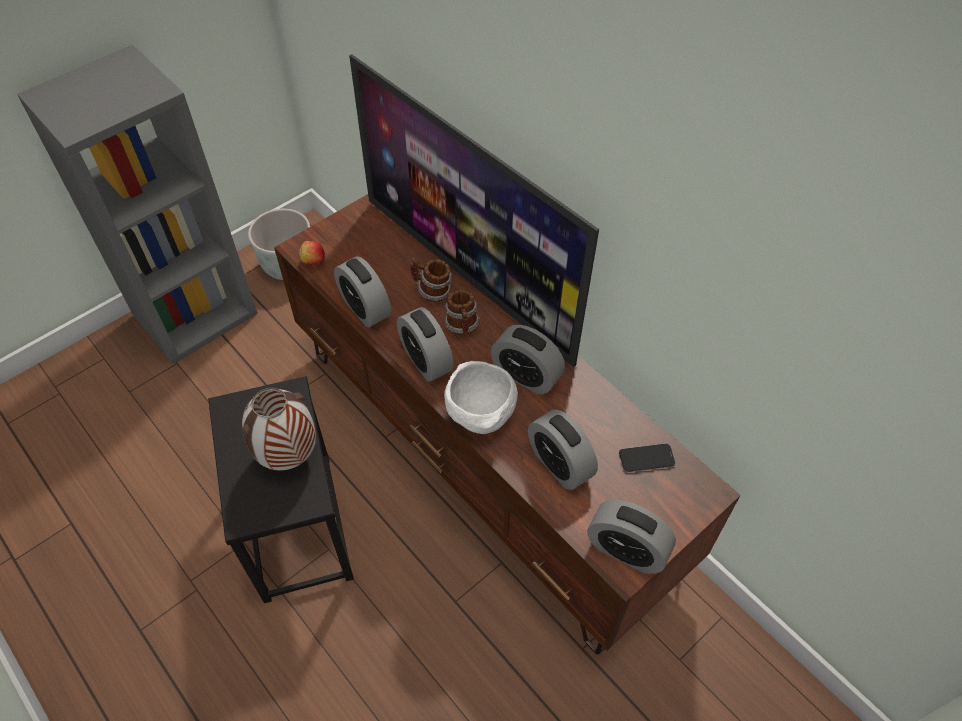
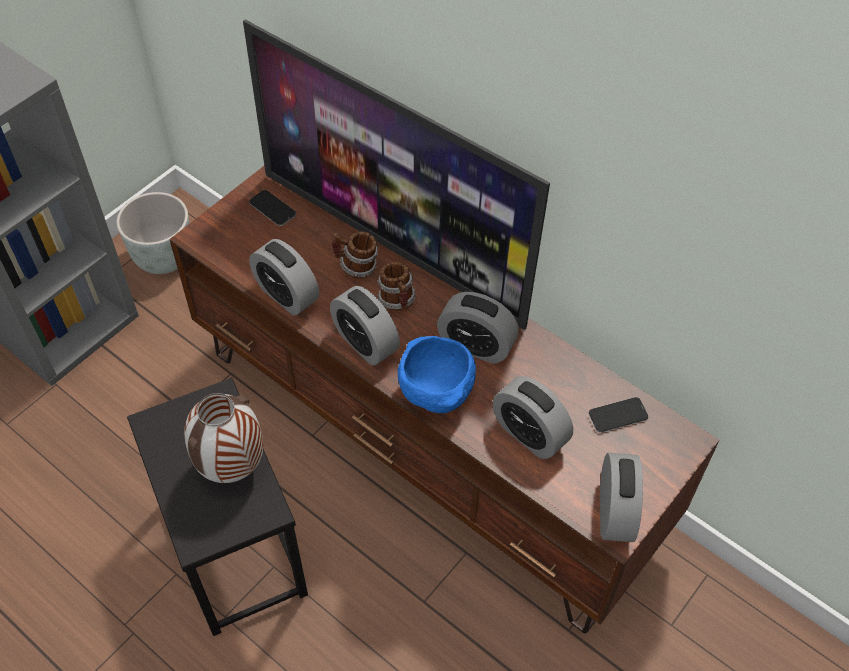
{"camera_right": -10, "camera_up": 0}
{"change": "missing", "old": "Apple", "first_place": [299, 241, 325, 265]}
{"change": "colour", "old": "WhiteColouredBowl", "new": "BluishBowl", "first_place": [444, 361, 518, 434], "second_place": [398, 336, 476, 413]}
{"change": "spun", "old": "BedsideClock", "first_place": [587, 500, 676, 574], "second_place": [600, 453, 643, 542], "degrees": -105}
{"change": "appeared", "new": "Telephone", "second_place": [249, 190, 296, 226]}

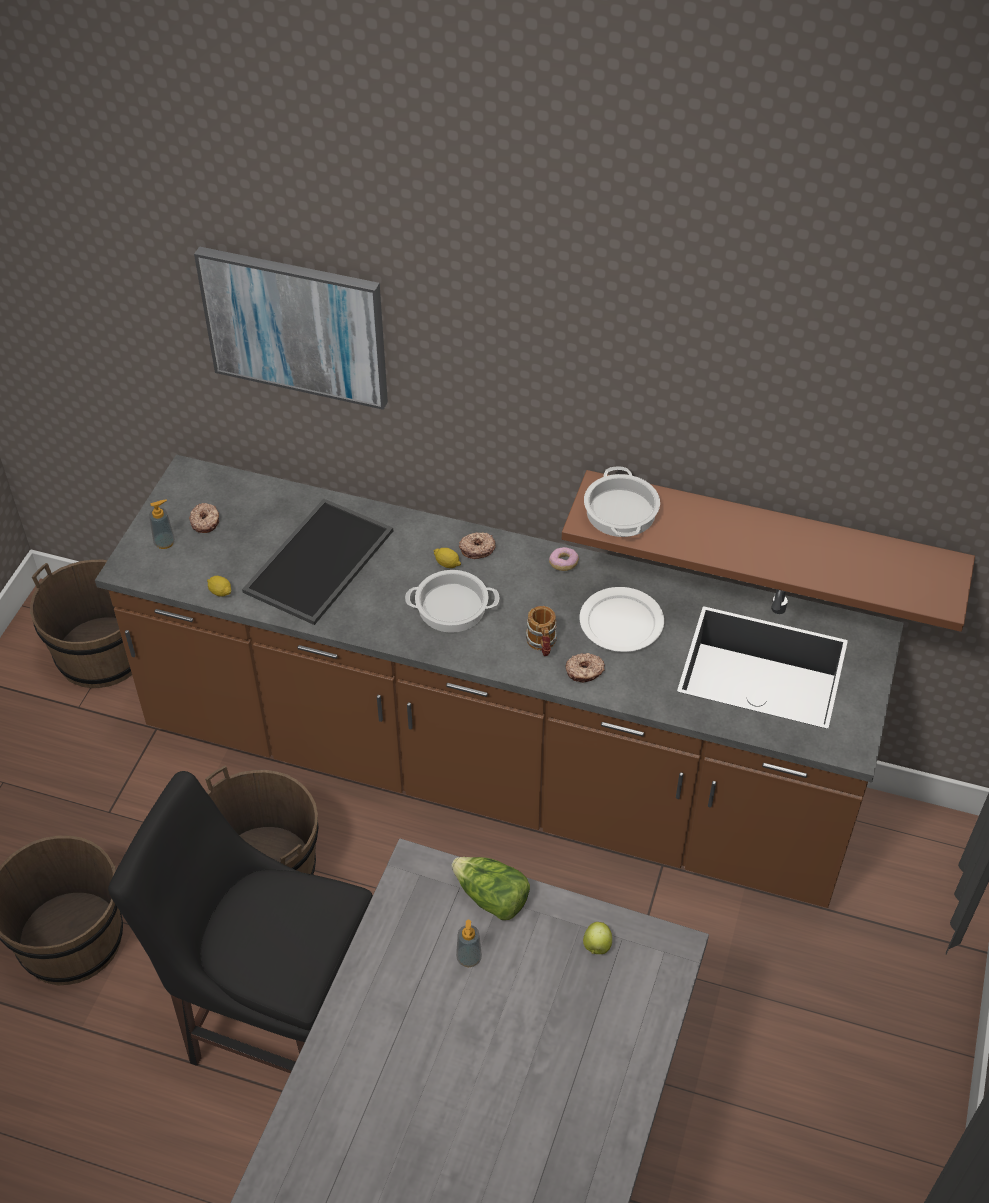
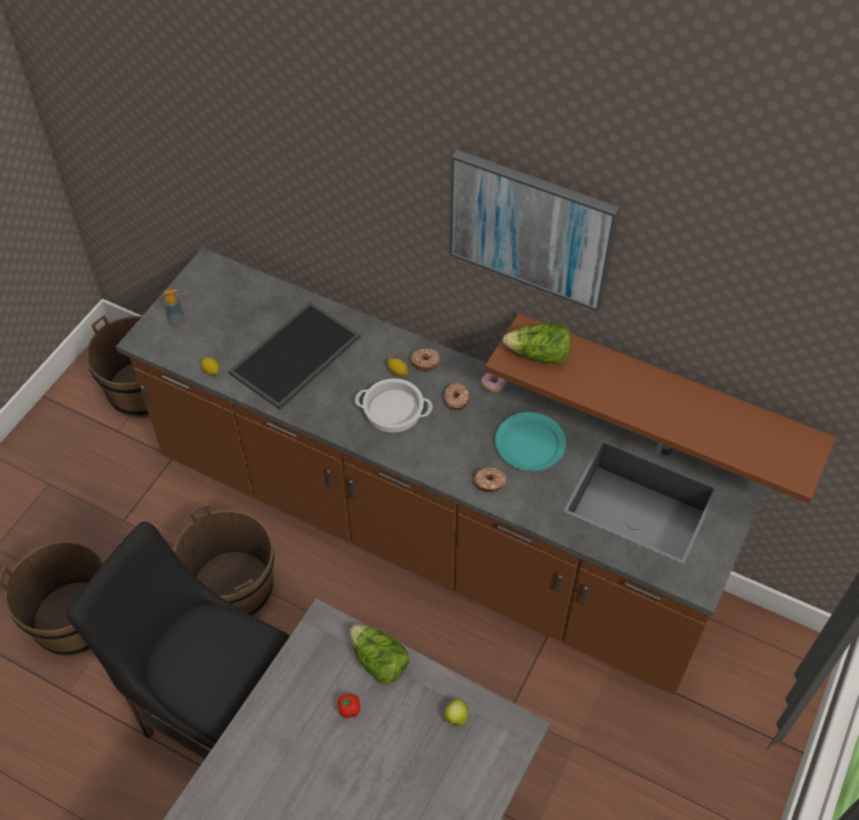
{"camera_right": 10, "camera_up": 5}
{"change": "relocated", "old": "Donut", "first_place": [189, 503, 219, 533], "second_place": [443, 382, 469, 410]}
{"change": "relocated", "old": "WallPicture", "first_place": [194, 246, 388, 410], "second_place": [450, 150, 620, 312]}
{"change": "exchanged", "old": "SoapBottle", "new": "Apple", "first_place": [456, 920, 482, 967], "second_place": [338, 693, 360, 718]}
{"change": "missing", "old": "Mug", "first_place": [526, 606, 557, 656]}
{"change": "colour", "old": "WhiteColouredDinnerPlate", "new": "BlueGreenDinnerPlate", "first_place": [579, 587, 664, 652], "second_place": [495, 412, 566, 471]}
{"change": "exchanged", "old": "Stockpot", "new": "LettuceHead", "first_place": [584, 466, 660, 537], "second_place": [502, 323, 571, 364]}

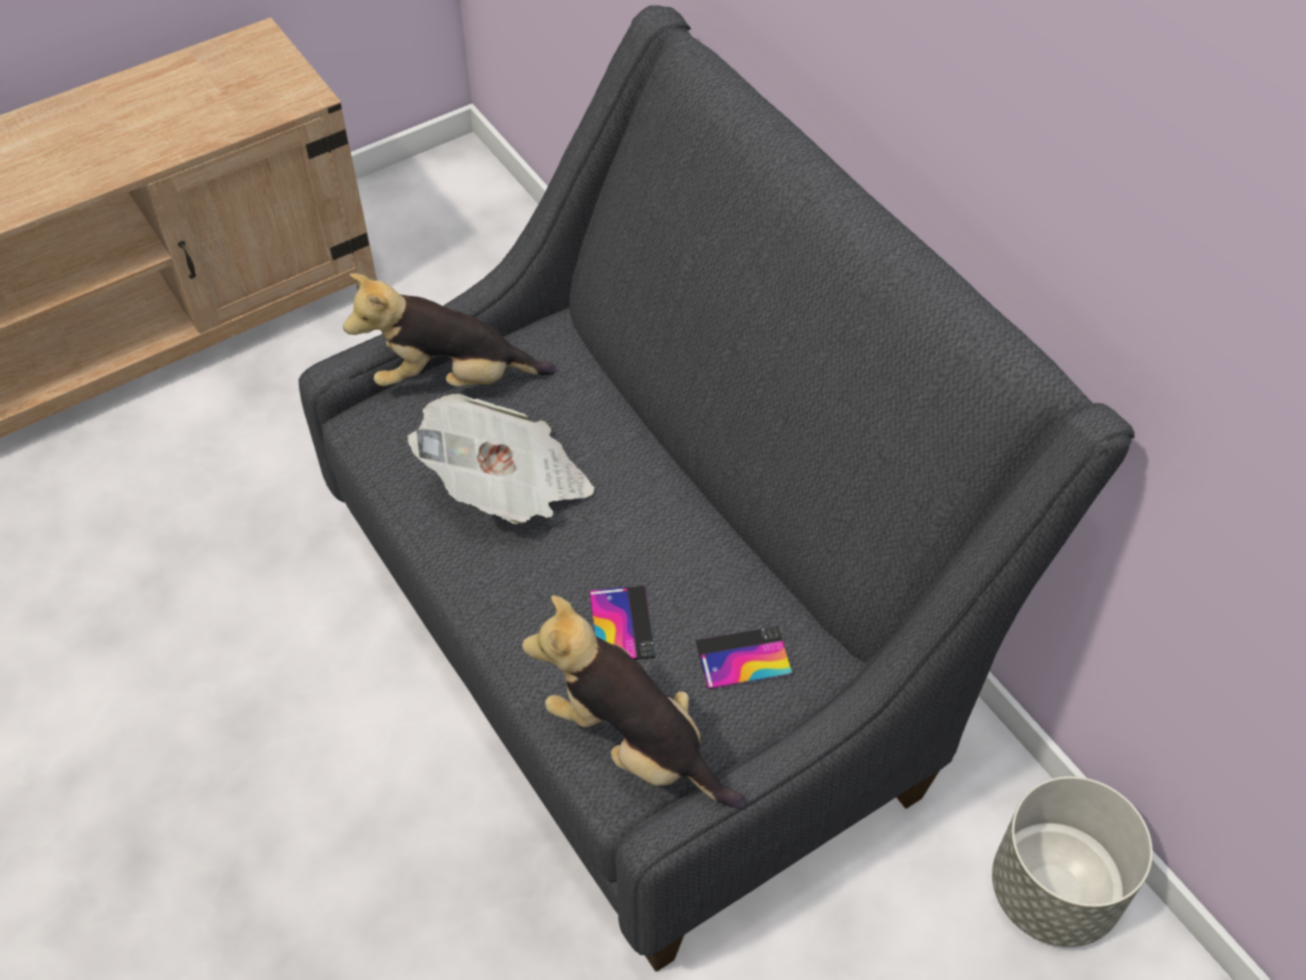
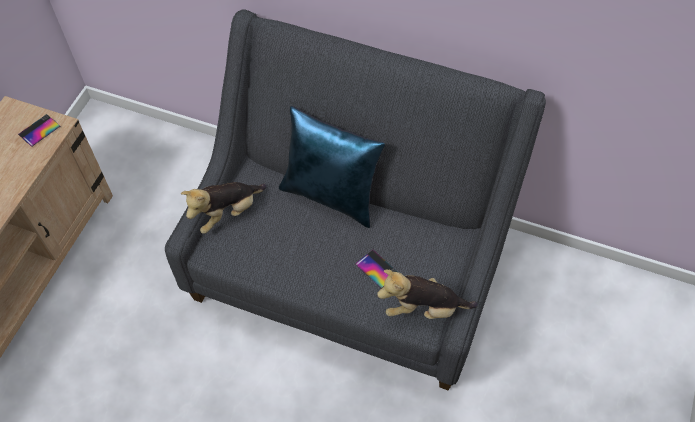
{"camera_right": -35, "camera_up": 5}
{"change": "missing", "old": "PrintedPaper", "first_place": [407, 394, 594, 524]}
{"change": "relocated", "old": "Telephone", "first_place": [695, 626, 792, 689], "second_place": [18, 114, 60, 147]}
{"change": "missing", "old": "GrayPlantPot", "first_place": [992, 776, 1153, 947]}
{"change": "appeared", "new": "BluishCushion", "second_place": [279, 106, 385, 228]}

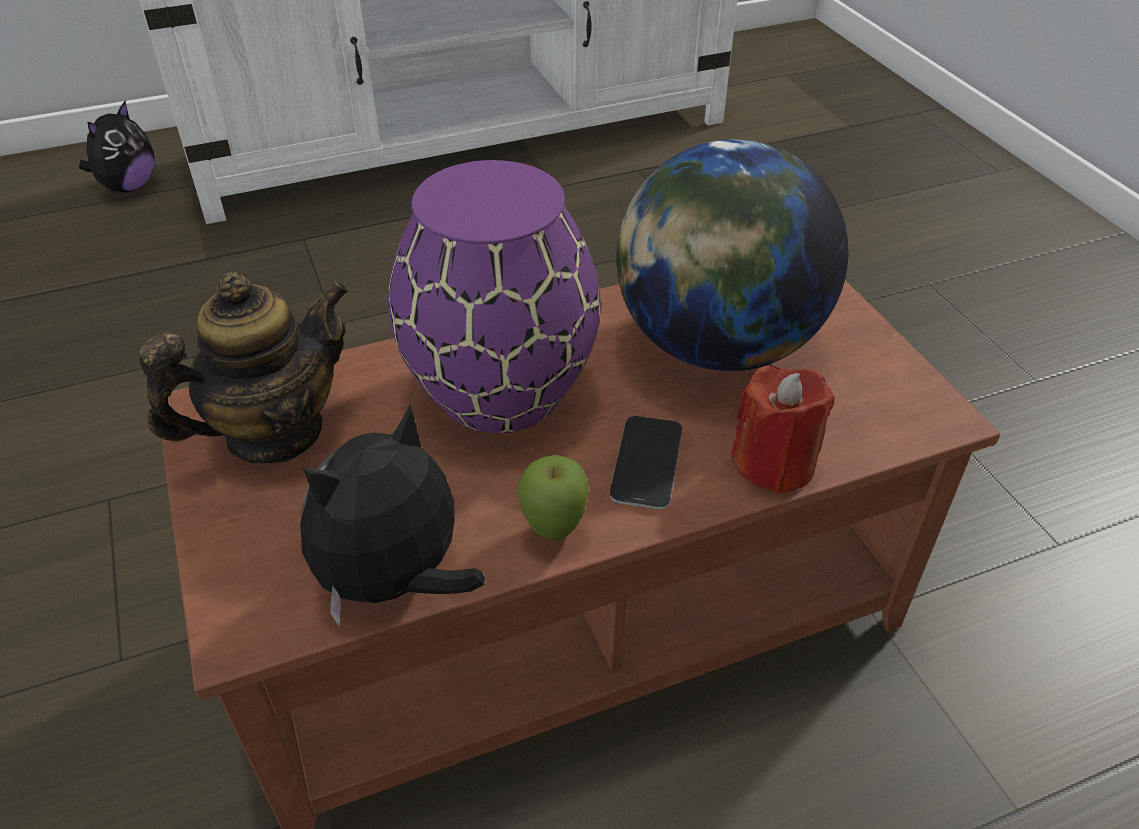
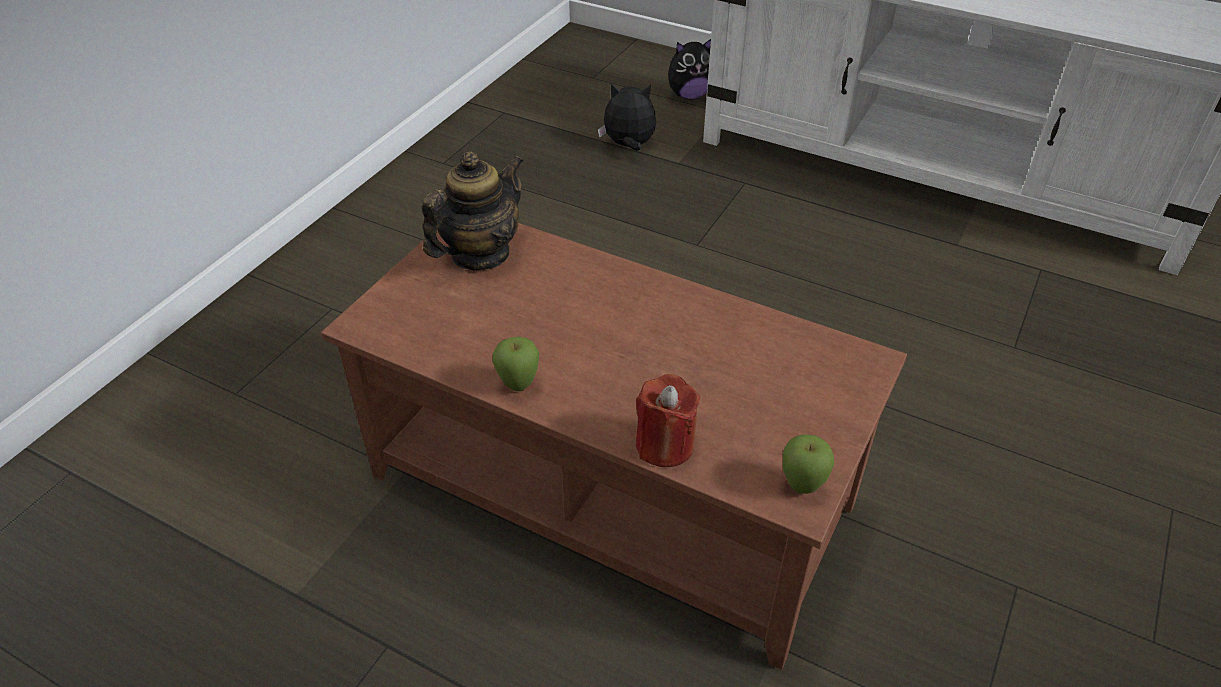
{"camera_right": 50, "camera_up": 0}
{"change": "spun", "old": "TeaPot", "first_place": [139, 272, 349, 463], "second_place": [422, 151, 524, 270], "degrees": -60}
{"change": "relocated", "old": "CuddlyToy", "first_place": [300, 404, 485, 627], "second_place": [598, 83, 656, 151]}
{"change": "missing", "old": "PurpleColouredFlowerVase", "first_place": [388, 160, 601, 433]}
{"change": "missing", "old": "Telephone", "first_place": [610, 416, 682, 510]}
{"change": "missing", "old": "WorldGlobe", "first_place": [616, 139, 848, 371]}
{"change": "appeared", "new": "Apple", "second_place": [783, 434, 834, 494]}

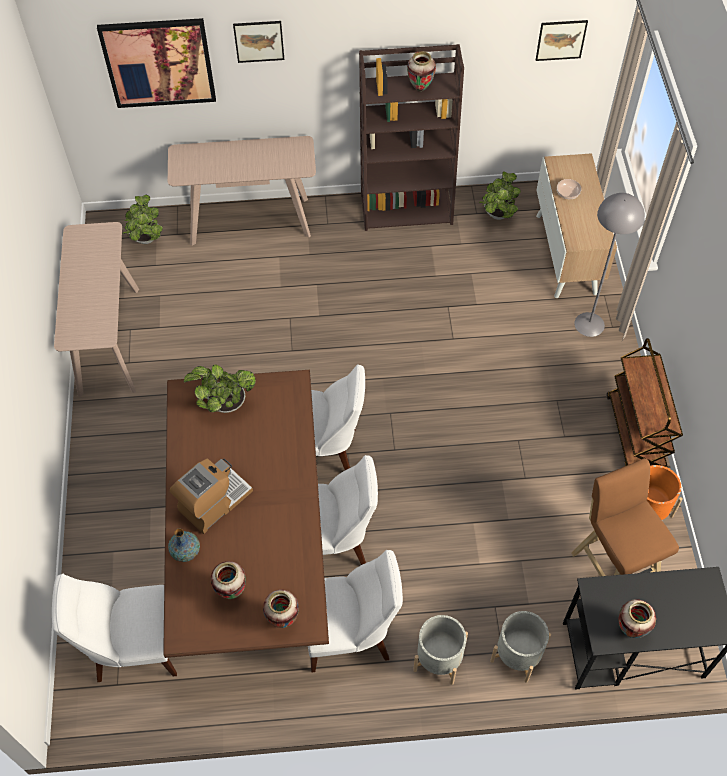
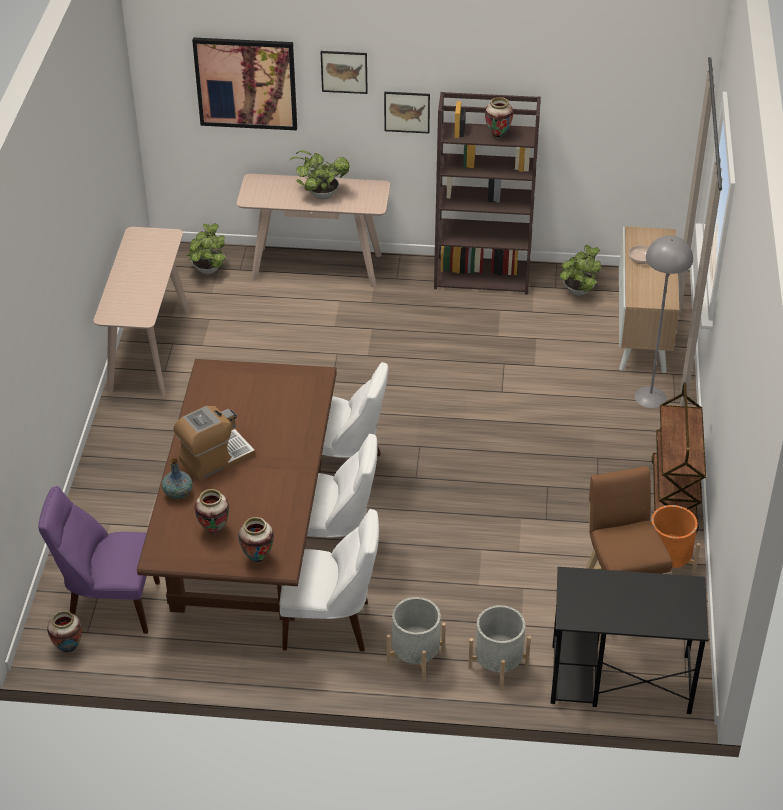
{"camera_right": 10, "camera_up": -15}
{"change": "colour", "old": "WhiteColouredUprightChair", "new": "PurpleColouredUprightChair", "first_place": [52, 574, 177, 682], "second_place": [38, 486, 160, 634]}
{"change": "relocated", "old": "Houseplant", "first_place": [184, 365, 256, 413], "second_place": [289, 150, 350, 200]}
{"change": "relocated", "old": "WallPicture", "first_place": [536, 20, 588, 61], "second_place": [384, 92, 430, 133]}
{"change": "relocated", "old": "FlowerVase", "first_place": [619, 599, 656, 638], "second_place": [47, 610, 82, 653]}

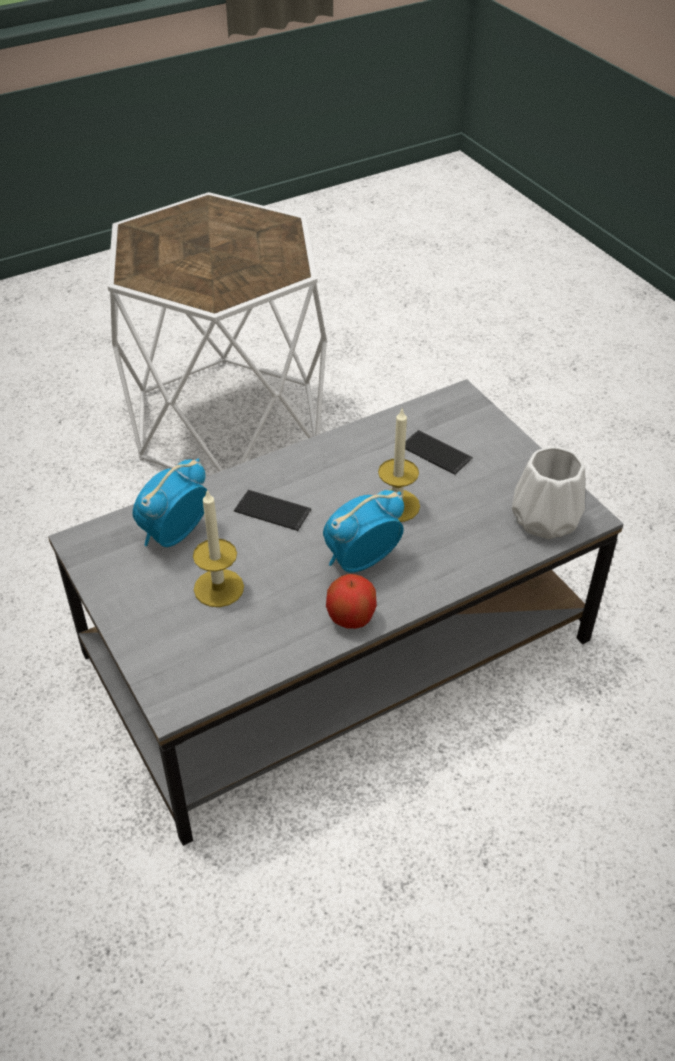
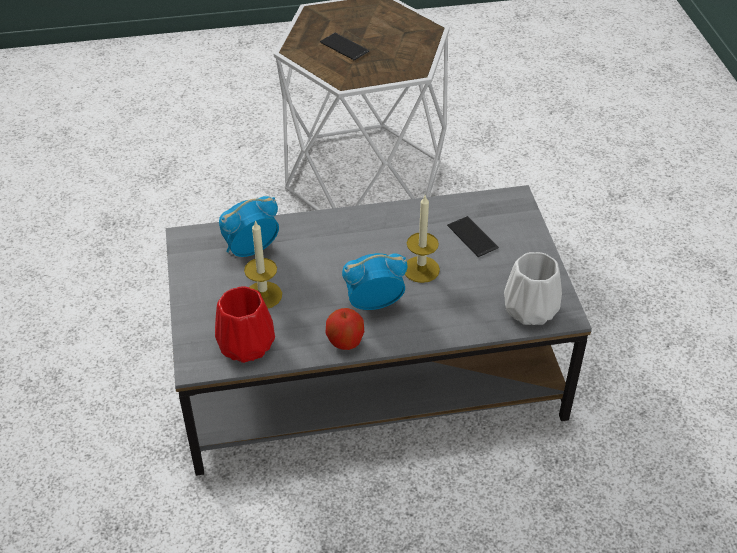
{"camera_right": 20, "camera_up": 0}
{"change": "relocated", "old": "Telephone", "first_place": [234, 490, 312, 531], "second_place": [320, 33, 370, 61]}
{"change": "appeared", "new": "RedColouredFlowerVase", "second_place": [215, 286, 275, 363]}

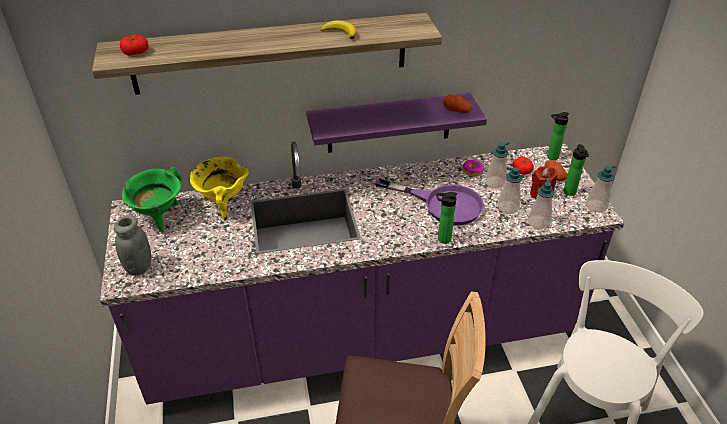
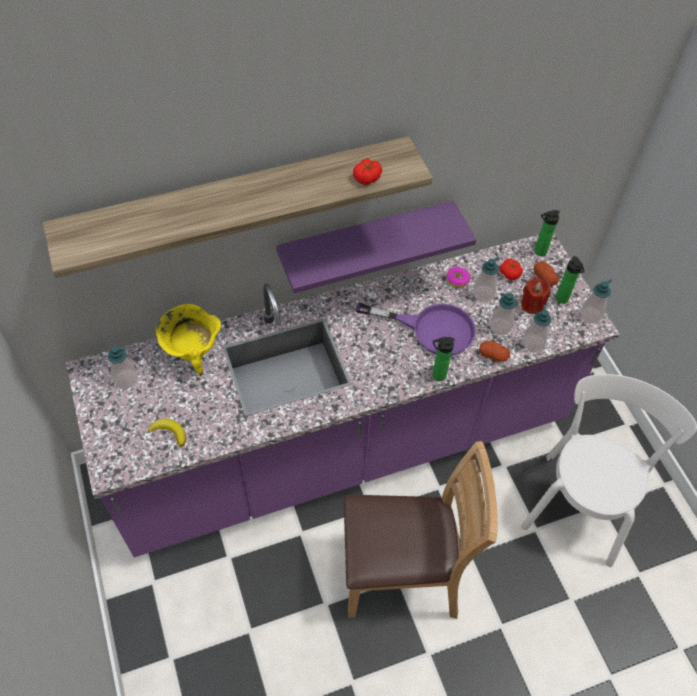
{"camera_right": -10, "camera_up": 15}
{"change": "missing", "old": "GrayStorageJar", "first_place": [114, 215, 151, 276]}
{"change": "relocated", "old": "WholeTomato", "first_place": [120, 34, 148, 56], "second_place": [353, 158, 382, 185]}
{"change": "exchanged", "old": "GreenishStockpot", "new": "SoapBottle", "first_place": [122, 167, 181, 232], "second_place": [108, 346, 138, 389]}
{"change": "relocated", "old": "Banana", "first_place": [321, 21, 356, 39], "second_place": [148, 419, 186, 447]}
{"change": "relocated", "old": "WholePotato", "first_place": [443, 95, 472, 113], "second_place": [479, 341, 510, 362]}

